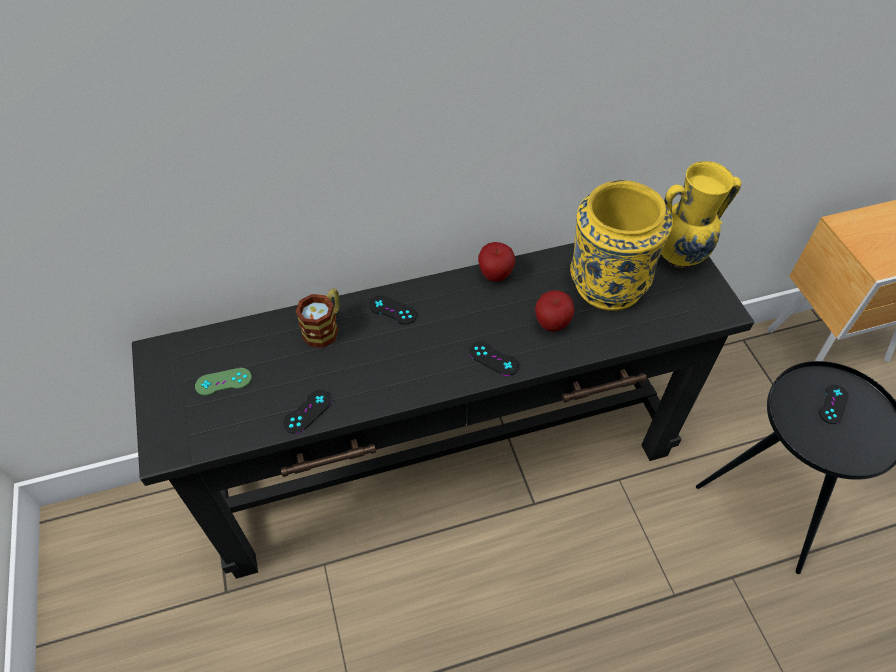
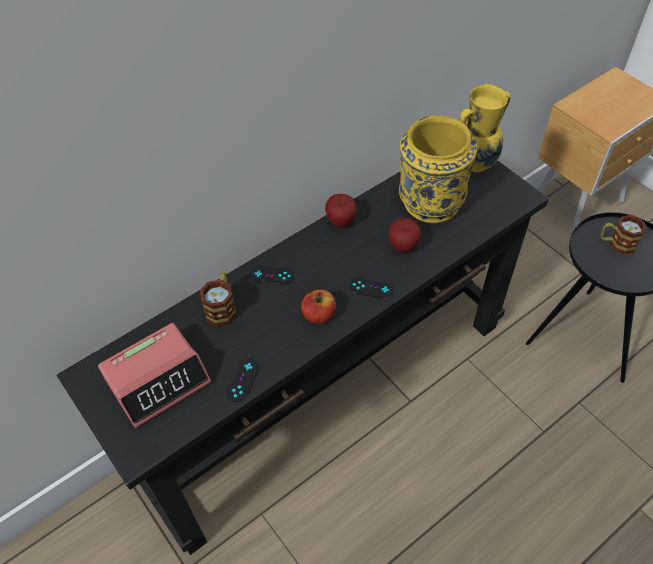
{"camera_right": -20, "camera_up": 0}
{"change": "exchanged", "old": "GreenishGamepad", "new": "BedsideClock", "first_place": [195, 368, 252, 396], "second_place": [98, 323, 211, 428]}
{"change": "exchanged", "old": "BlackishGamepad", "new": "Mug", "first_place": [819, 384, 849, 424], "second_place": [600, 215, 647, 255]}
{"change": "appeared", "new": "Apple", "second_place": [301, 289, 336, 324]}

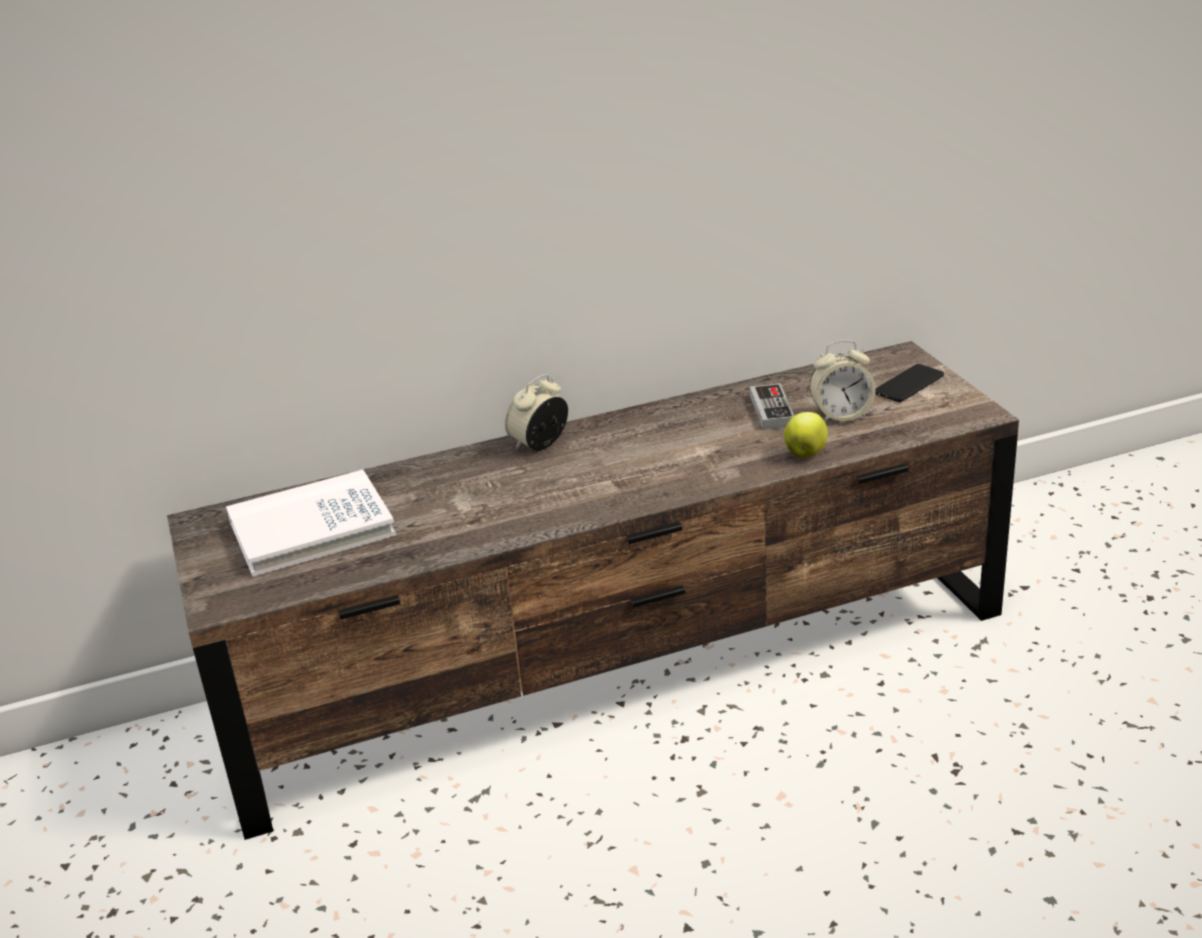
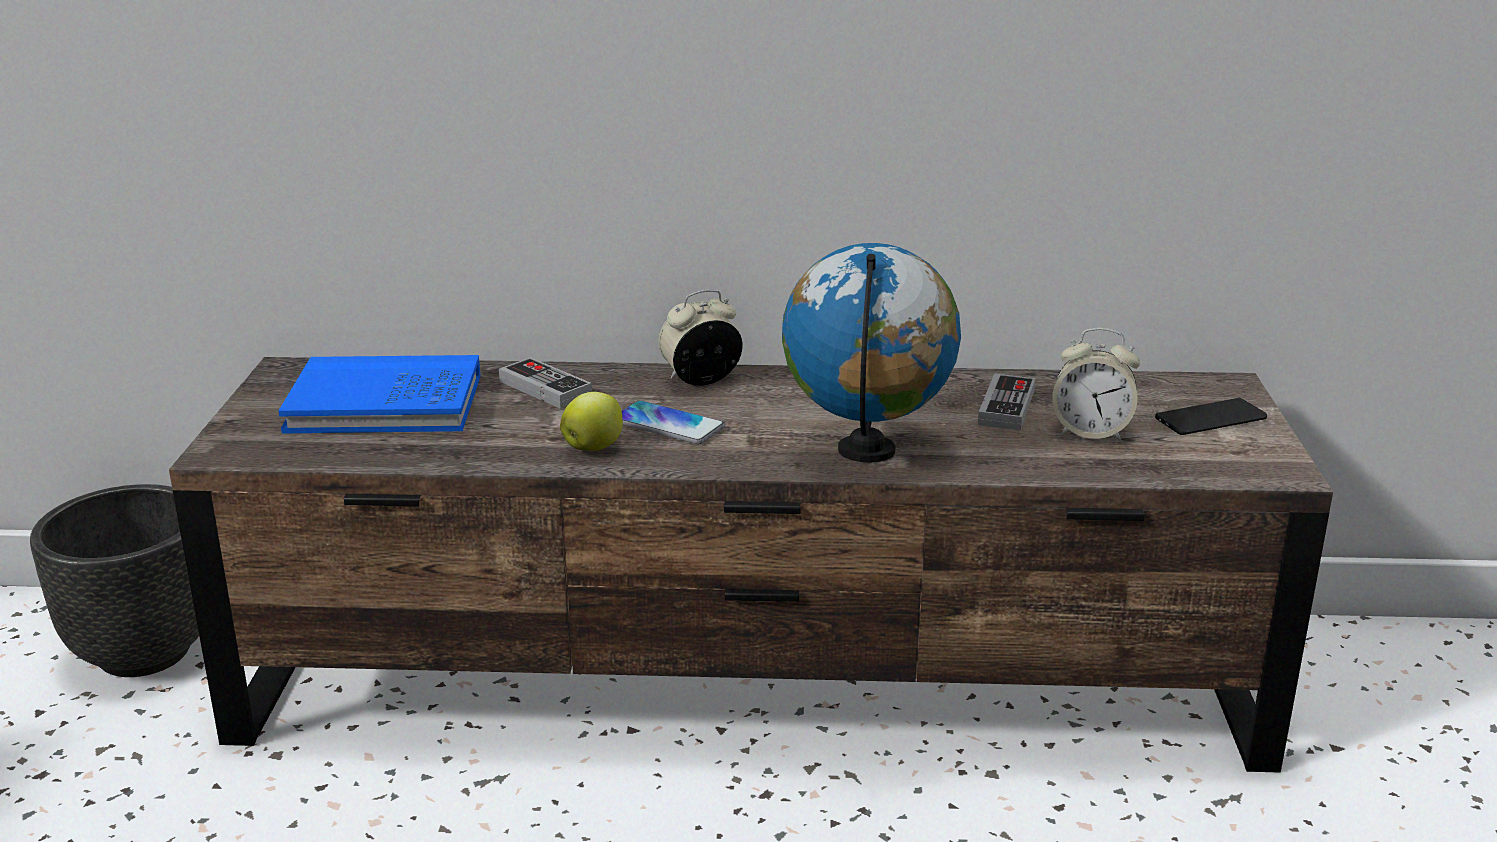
{"camera_right": 20, "camera_up": -5}
{"change": "colour", "old": "WhiteColouredVolume", "new": "BluishVolume", "first_place": [226, 469, 396, 577], "second_place": [278, 355, 481, 433]}
{"change": "relocated", "old": "Apple", "first_place": [784, 412, 828, 457], "second_place": [560, 392, 623, 451]}
{"change": "appeared", "new": "BlackishPlantPot", "second_place": [30, 484, 199, 677]}
{"change": "appeared", "new": "Gamepad", "second_place": [499, 357, 592, 409]}
{"change": "appeared", "new": "Telephone", "second_place": [621, 400, 725, 444]}
{"change": "appeared", "new": "WorldGlobe", "second_place": [782, 243, 961, 463]}

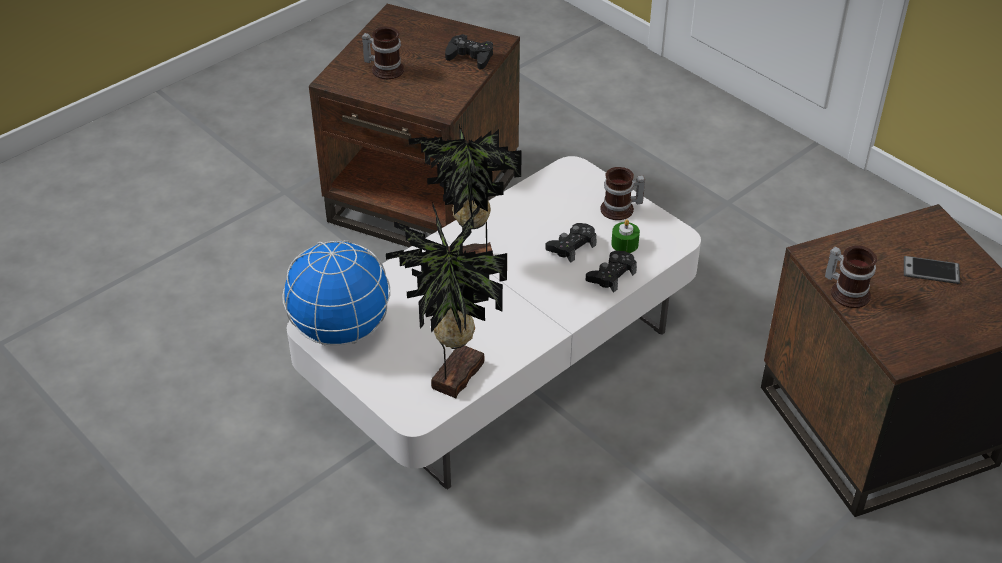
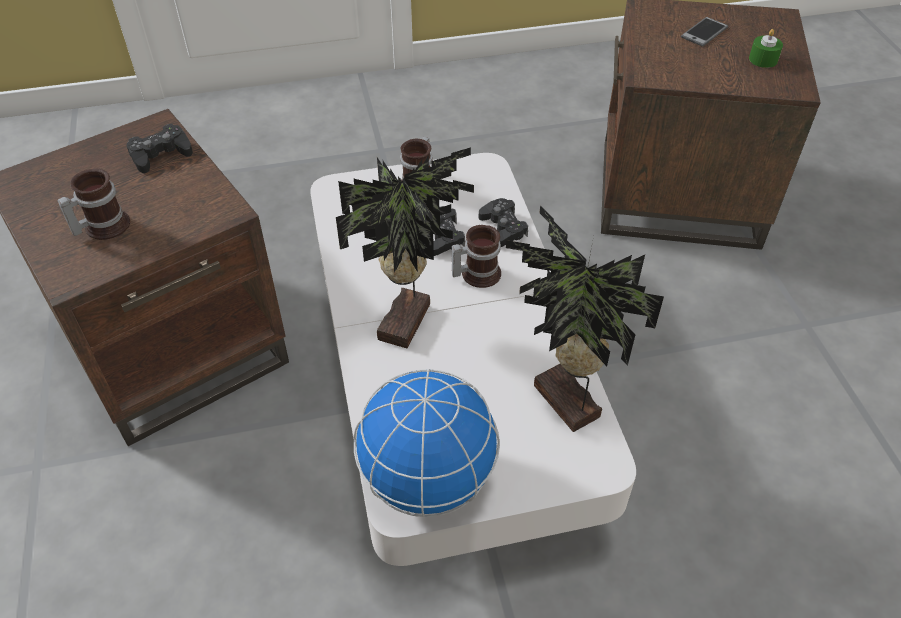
{"camera_right": -60, "camera_up": 5}
{"change": "relocated", "old": "GreenishWaxCandle", "first_place": [611, 219, 640, 253], "second_place": [749, 29, 783, 68]}
{"change": "relocated", "old": "Mug", "first_place": [825, 245, 877, 308], "second_place": [452, 225, 501, 288]}

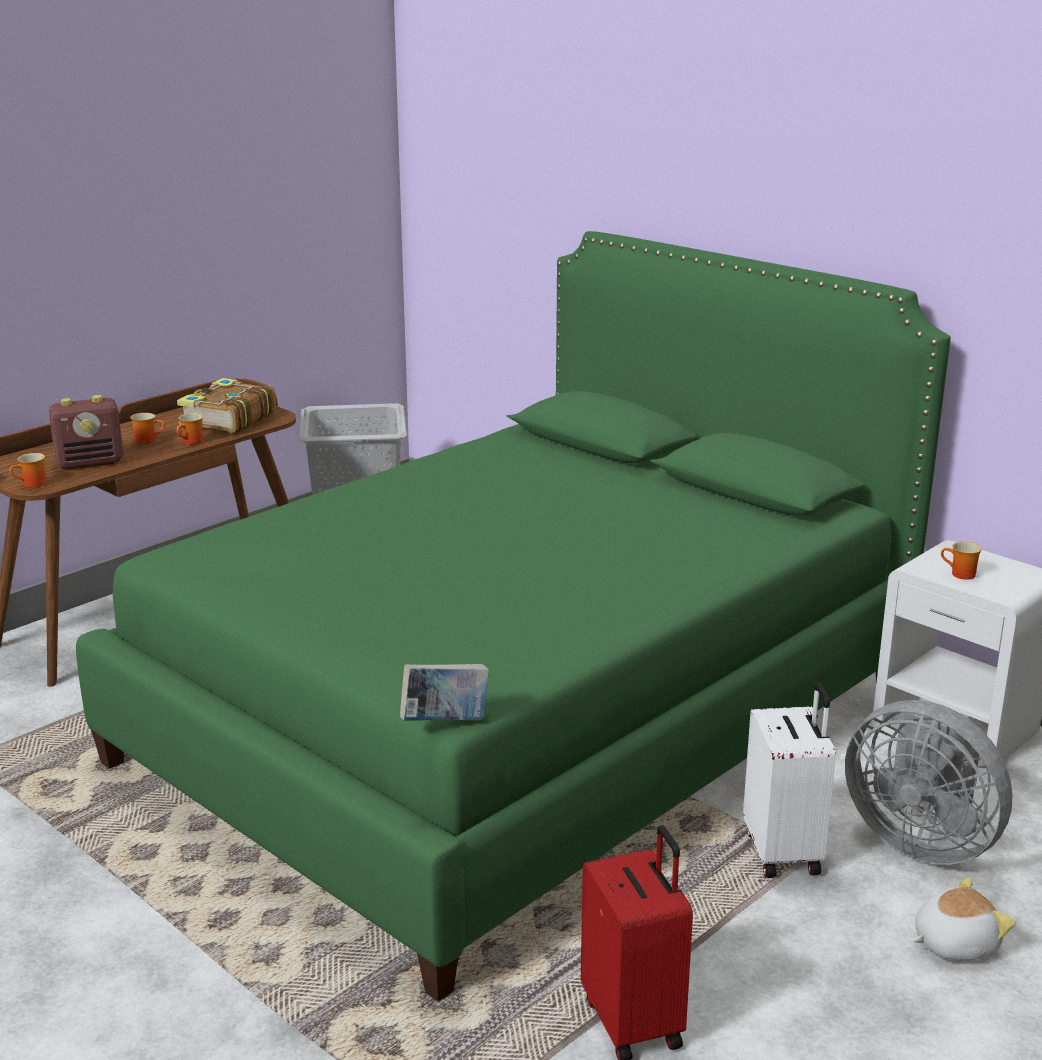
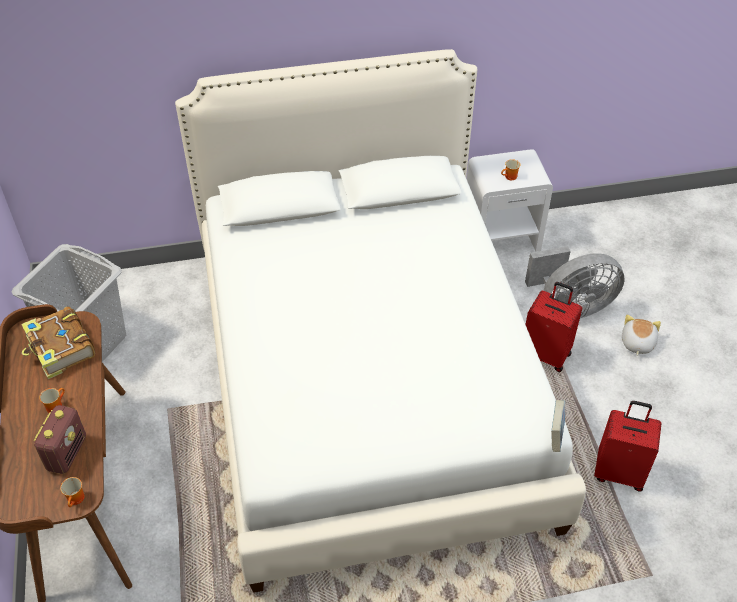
{"camera_right": -55, "camera_up": 25}
{"change": "colour", "old": "GreenishSleepingBed", "new": "WhiteColouredSleepingBed", "first_place": [76, 231, 951, 1002], "second_place": [175, 49, 586, 593]}
{"change": "missing", "old": "Mug", "first_place": [176, 413, 203, 445]}
{"change": "colour", "old": "WhiteColouredPieceOfLuggage", "new": "RedColouredPieceOfLuggage", "first_place": [743, 683, 836, 878], "second_place": [526, 282, 582, 372]}

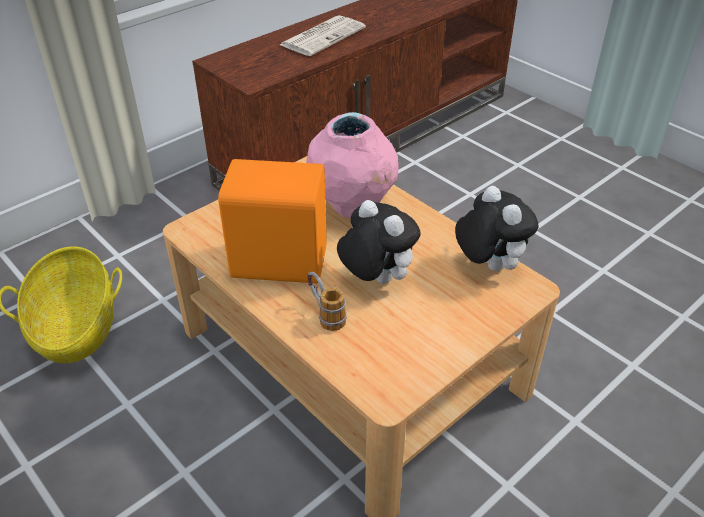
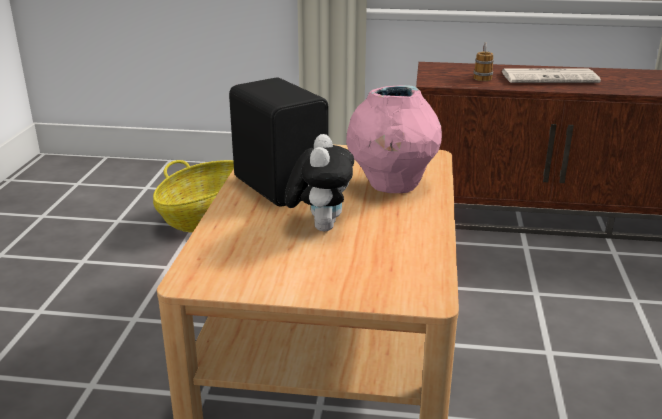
{"camera_right": 50, "camera_up": -15}
{"change": "colour", "old": "OrangeColouredSpeaker", "new": "BlackishSpeaker", "first_place": [218, 159, 327, 283], "second_place": [229, 78, 329, 207]}
{"change": "relocated", "old": "Mug", "first_place": [307, 272, 347, 331], "second_place": [474, 42, 494, 81]}
{"change": "missing", "old": "CuddlyToy", "first_place": [455, 186, 538, 271]}

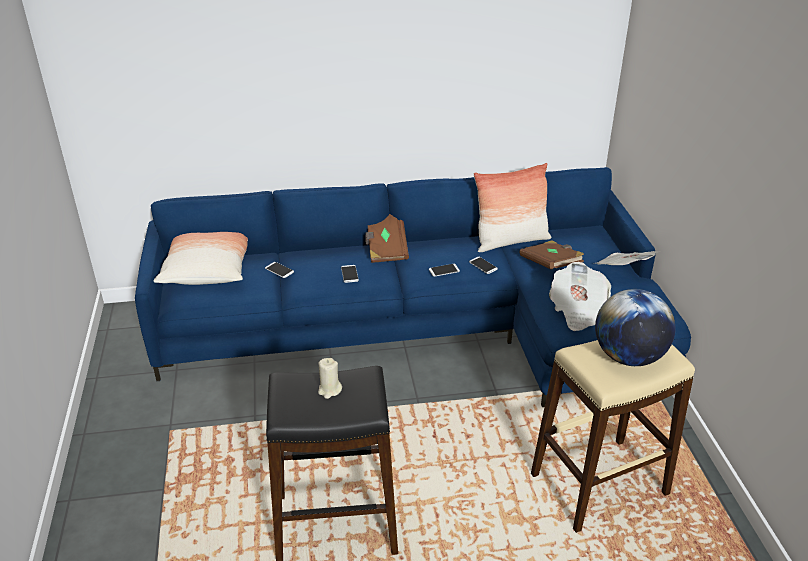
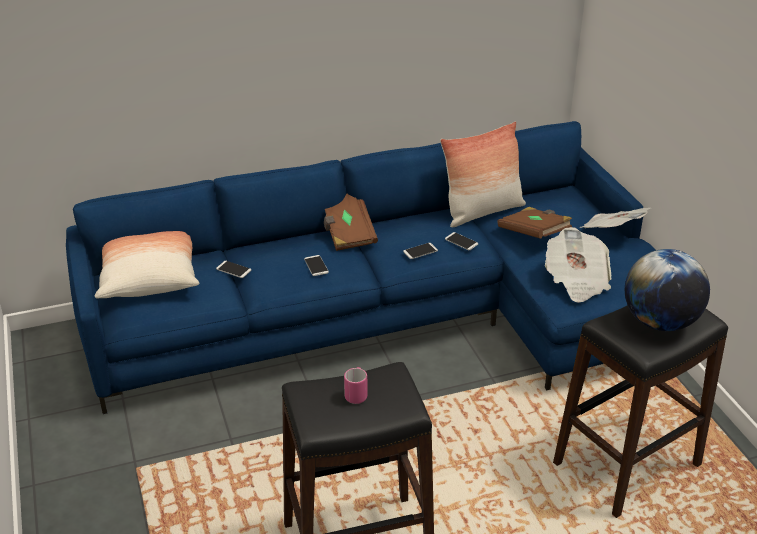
{"camera_right": -10, "camera_up": 0}
{"change": "exchanged", "old": "BeigeWaxCandle", "new": "PinkishMug", "first_place": [318, 358, 342, 399], "second_place": [344, 367, 368, 404]}
{"change": "colour", "old": "BeigeSittingStool", "new": "BlackishSittingStool", "first_place": [531, 340, 695, 533], "second_place": [553, 305, 728, 518]}

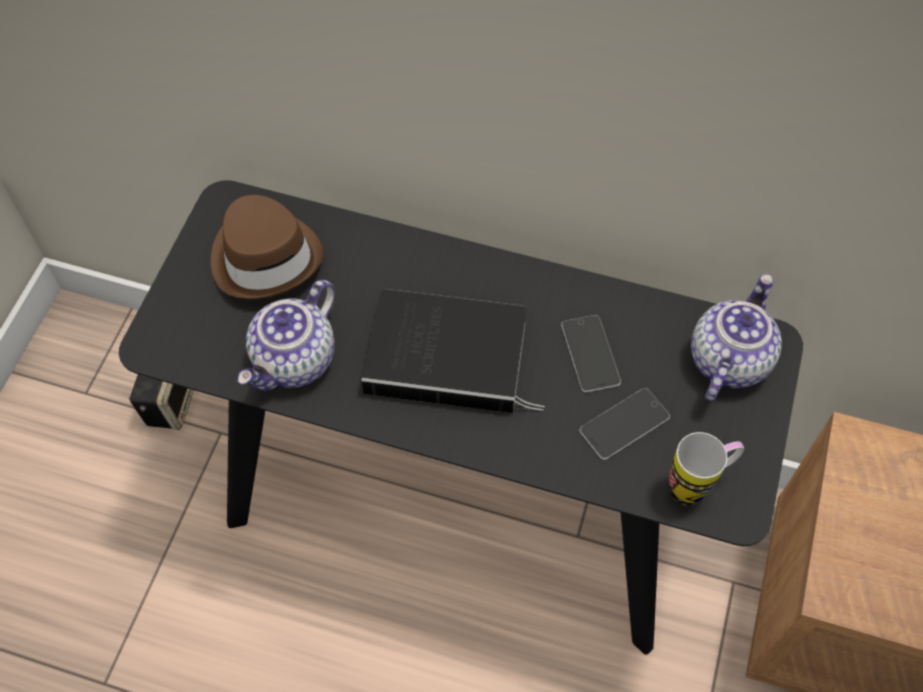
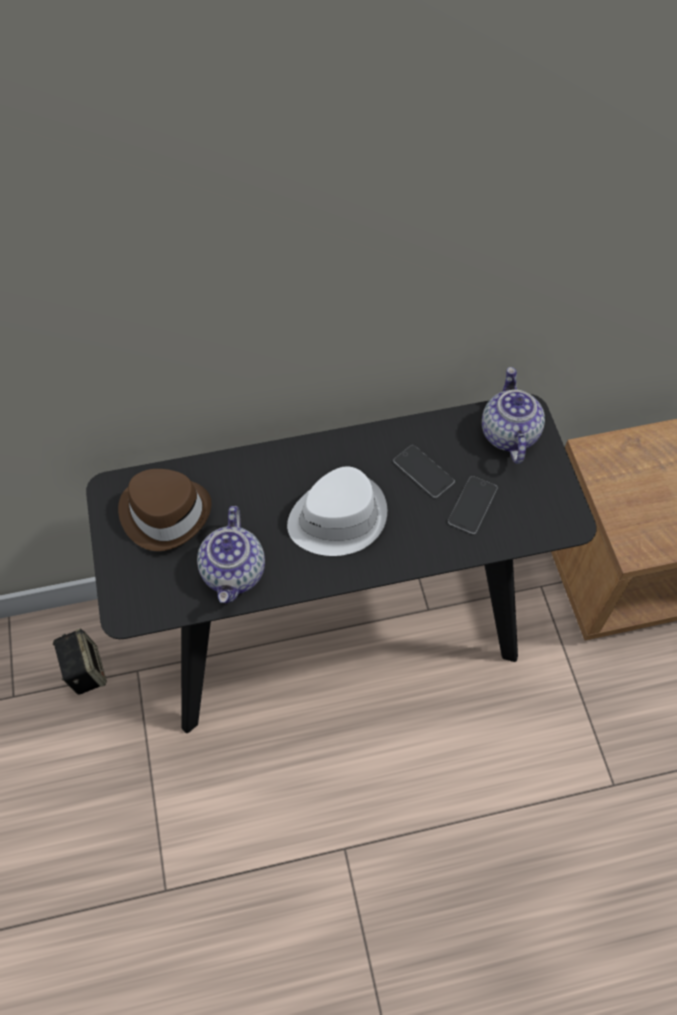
{"camera_right": -30, "camera_up": 0}
{"change": "exchanged", "old": "Volume", "new": "WhiteColouredWearableHat", "first_place": [361, 289, 545, 413], "second_place": [287, 466, 387, 556]}
{"change": "missing", "old": "Mug", "first_place": [669, 432, 744, 505]}

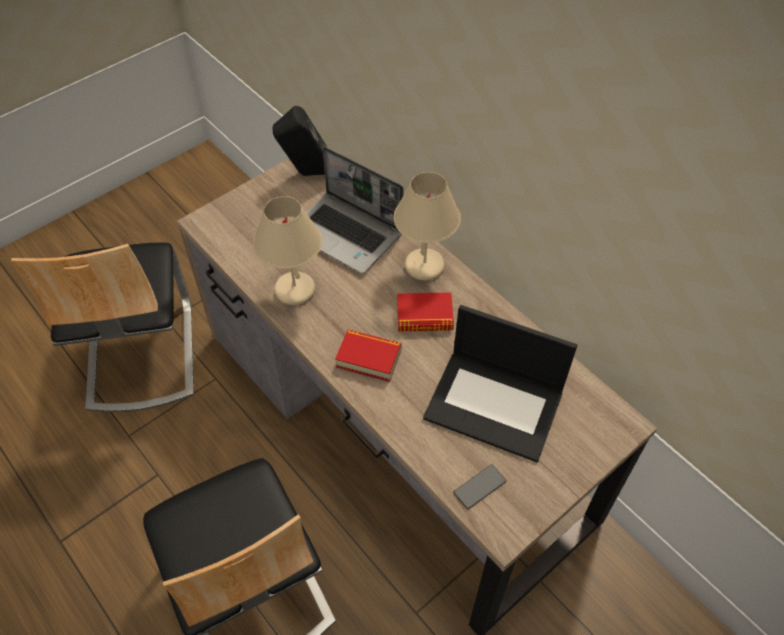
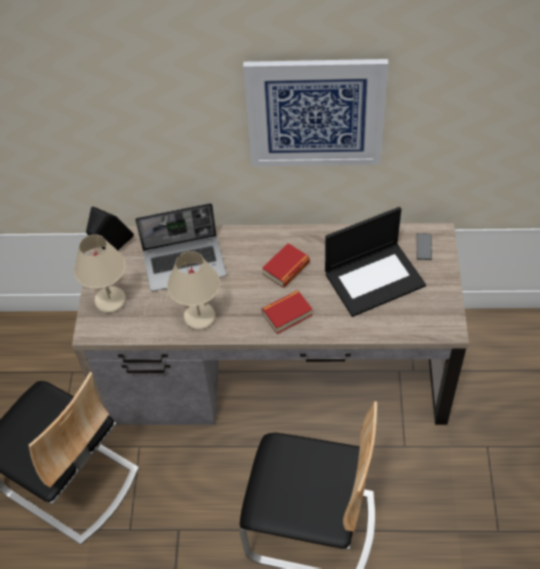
{"camera_right": -45, "camera_up": 0}
{"change": "relocated", "old": "BeigeLampForATable", "first_place": [393, 172, 461, 281], "second_place": [74, 235, 126, 313]}
{"change": "relocated", "old": "Telephone", "first_place": [454, 464, 506, 509], "second_place": [417, 233, 432, 260]}
{"change": "appeared", "new": "WallPicture", "second_place": [243, 59, 388, 166]}

